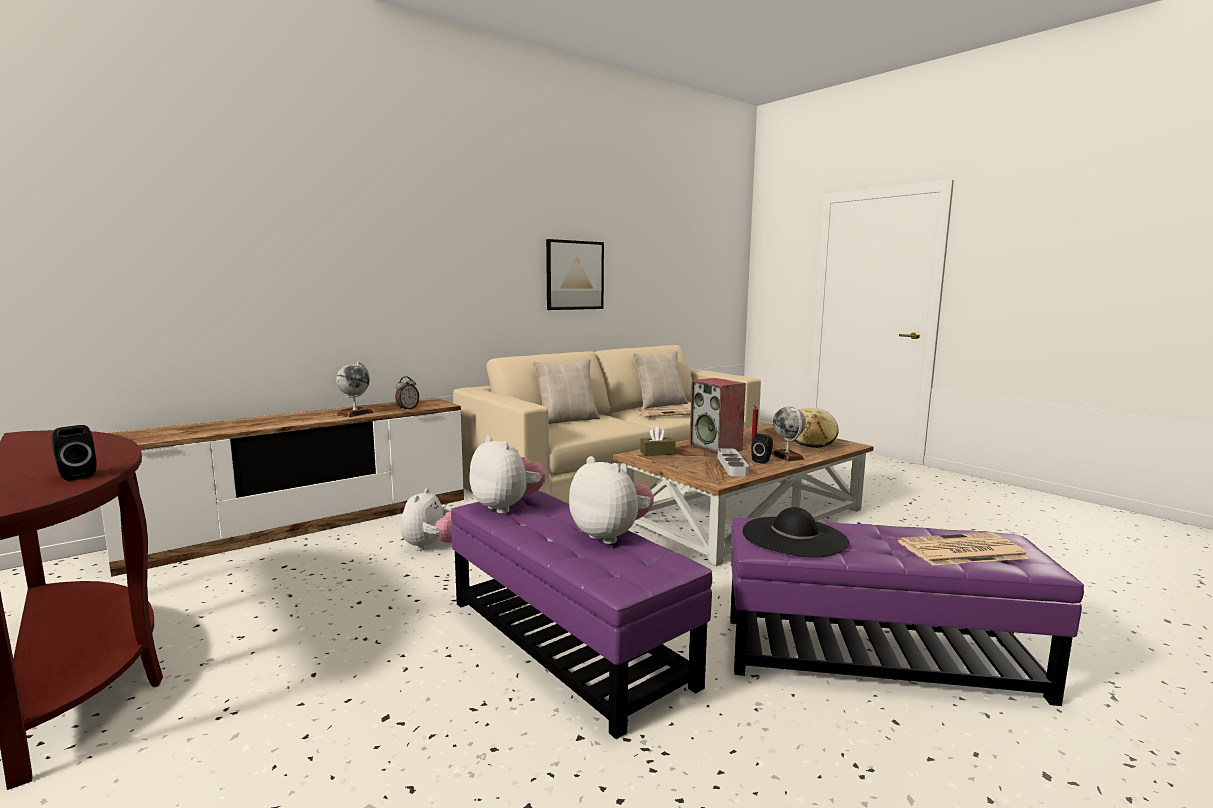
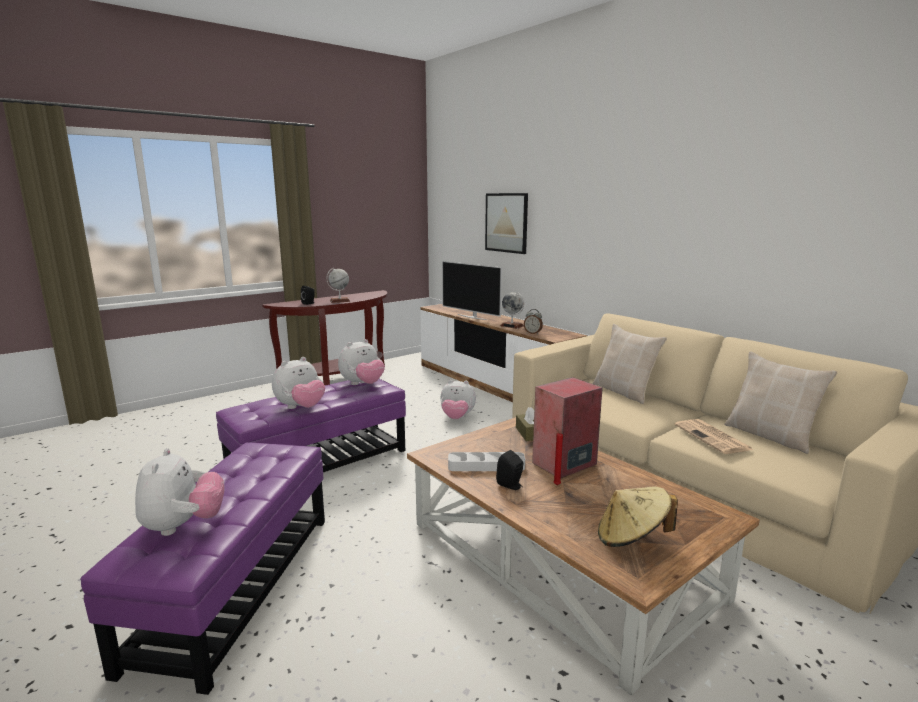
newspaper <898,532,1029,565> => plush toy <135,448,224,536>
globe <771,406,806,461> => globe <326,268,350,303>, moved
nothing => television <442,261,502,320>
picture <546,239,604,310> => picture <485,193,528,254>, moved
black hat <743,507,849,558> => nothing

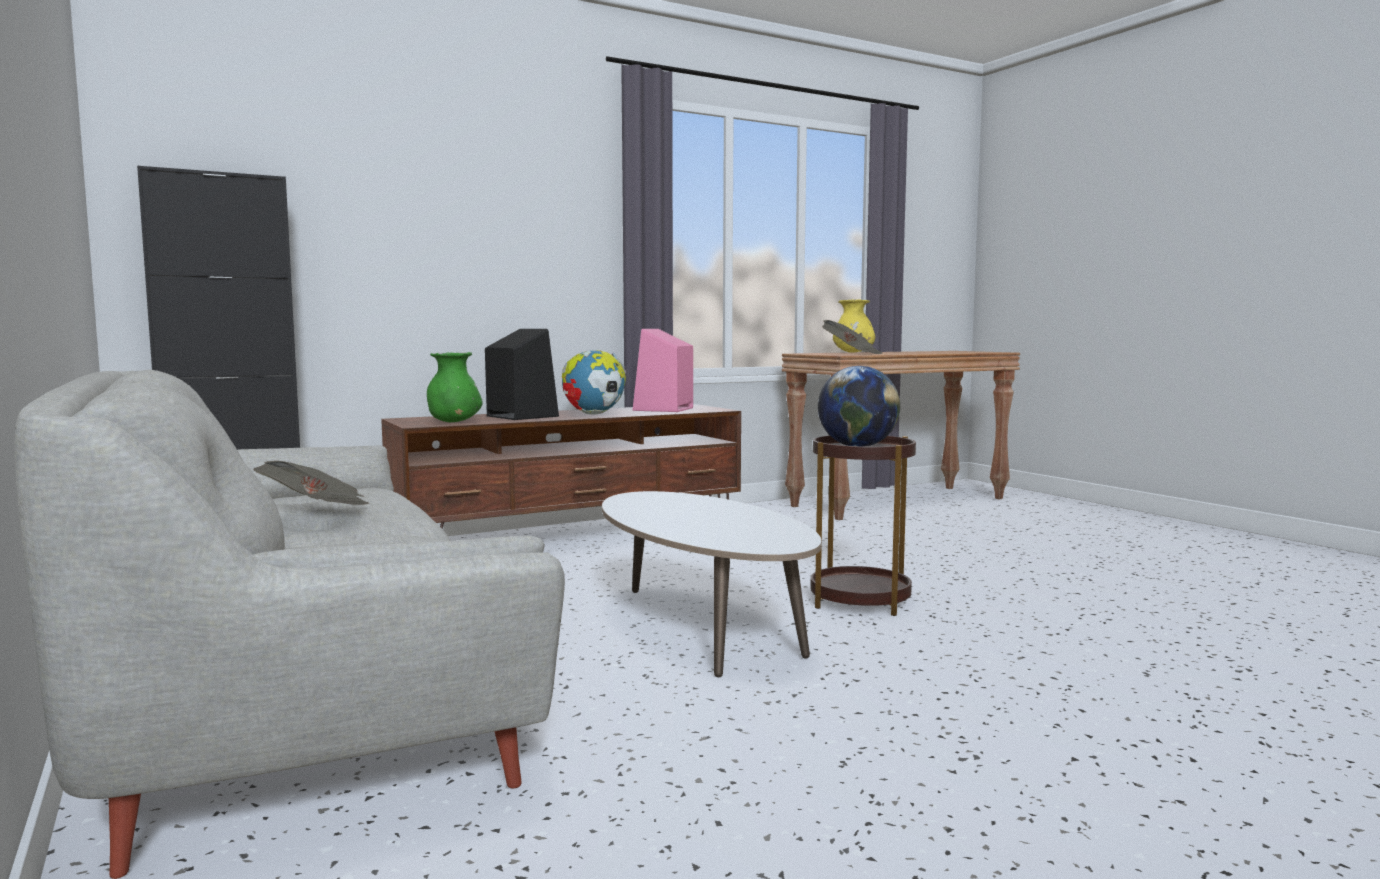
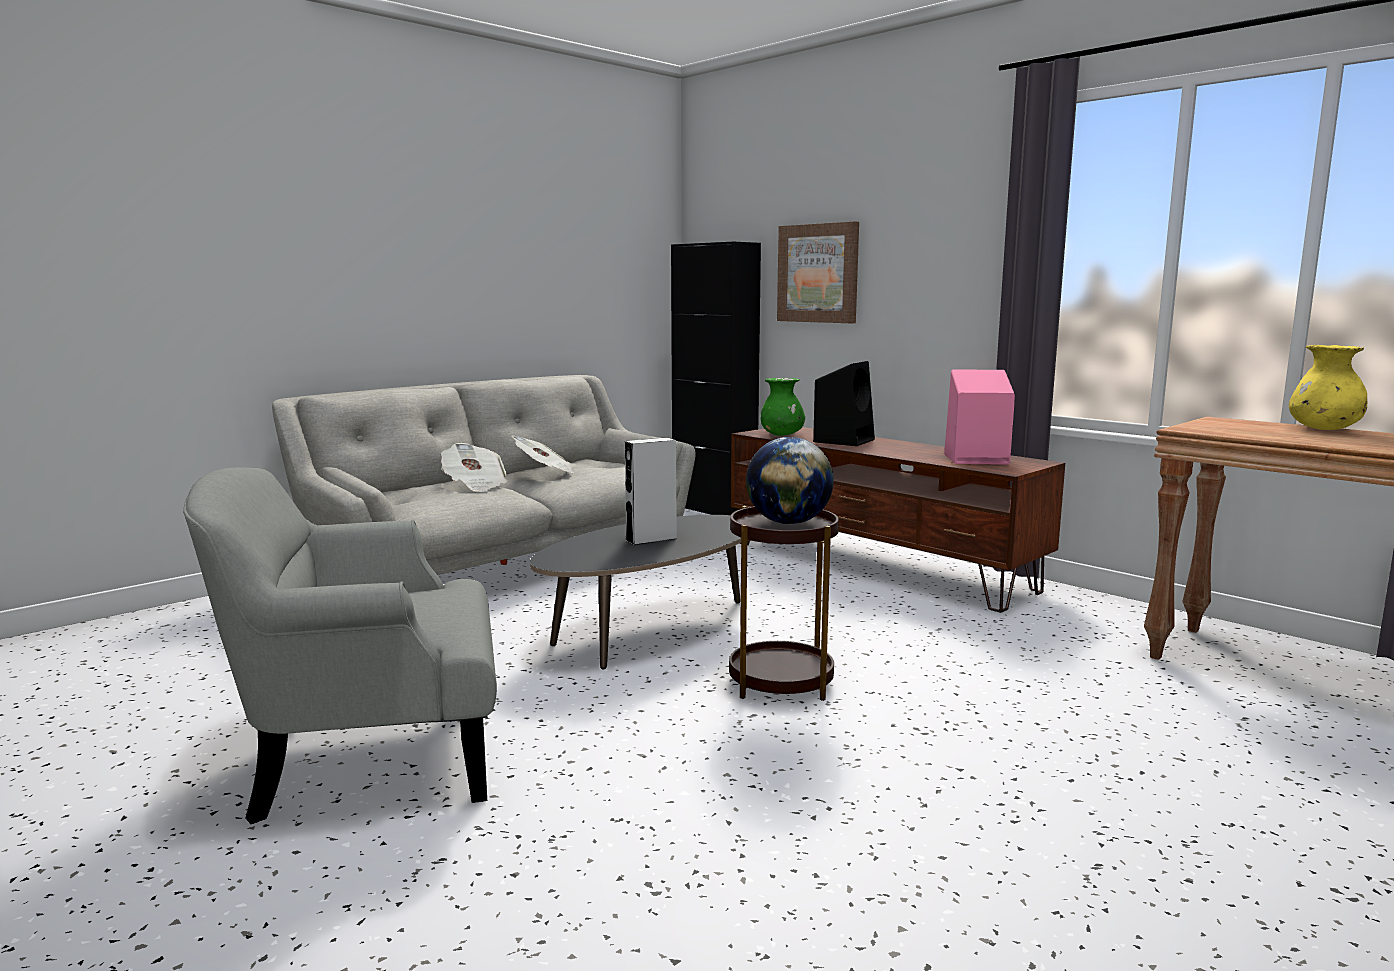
nothing => grey armchair <183,468,497,824>
newspaper <822,320,882,354> => newspaper <441,443,508,492>, moved
white coffee table <602,491,821,677> => black coffee table <530,515,741,669>
nothing => grey speaker <625,437,677,545>
nothing => picture <777,221,859,323>
globe <562,350,627,414> => nothing

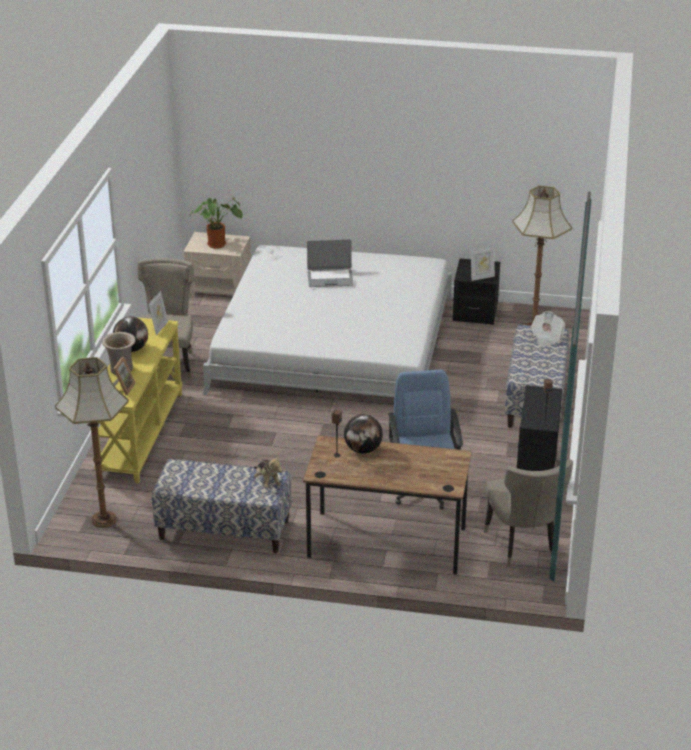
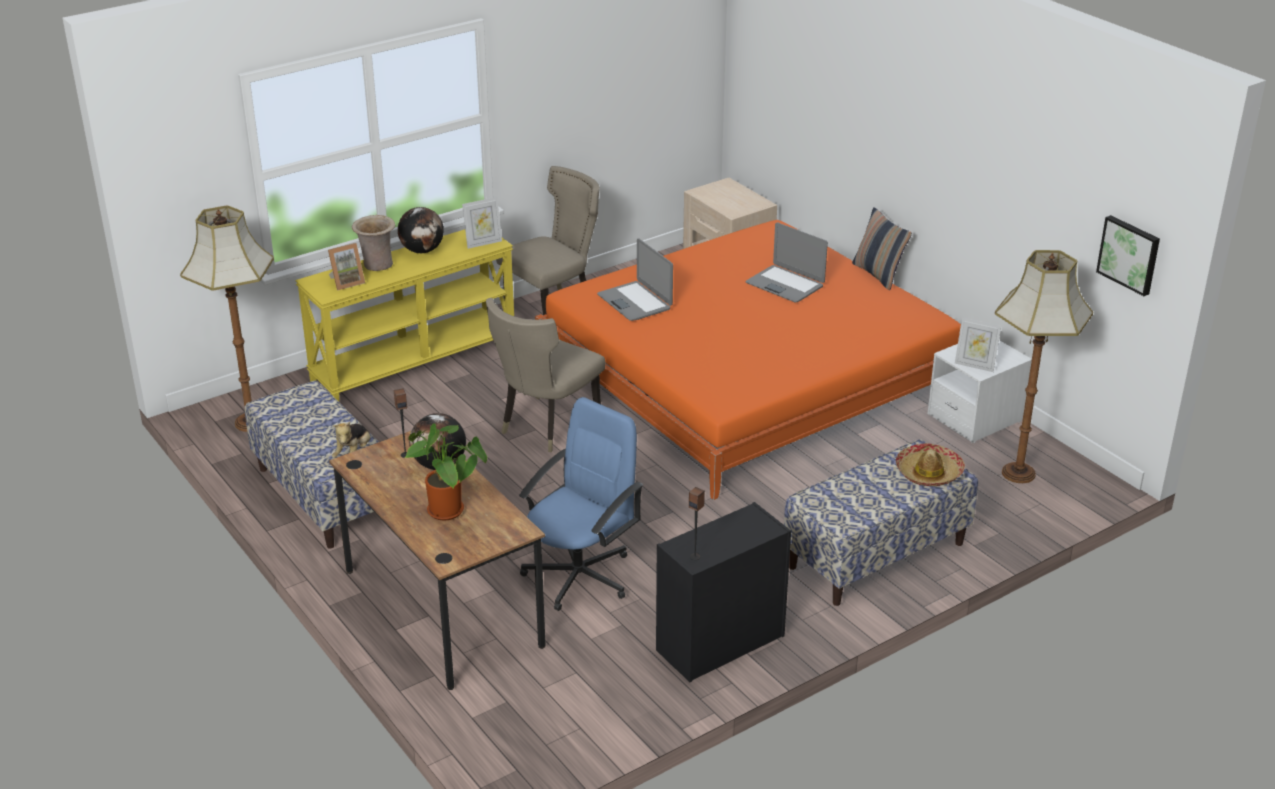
potted plant <190,198,243,249> => potted plant <404,423,487,520>, moved
beige chair <484,459,573,567> => beige chair <486,298,606,452>, moved
white bed <203,245,453,397> => orange bed <535,220,961,500>
nothing => laptop <597,238,673,321>
nothing => pillow <852,207,912,290>
newspaper <530,311,565,347> => hat <896,443,965,486>
black nightstand <453,259,501,325> => white nightstand <928,340,1032,443>
nothing => picture <1096,215,1160,296>

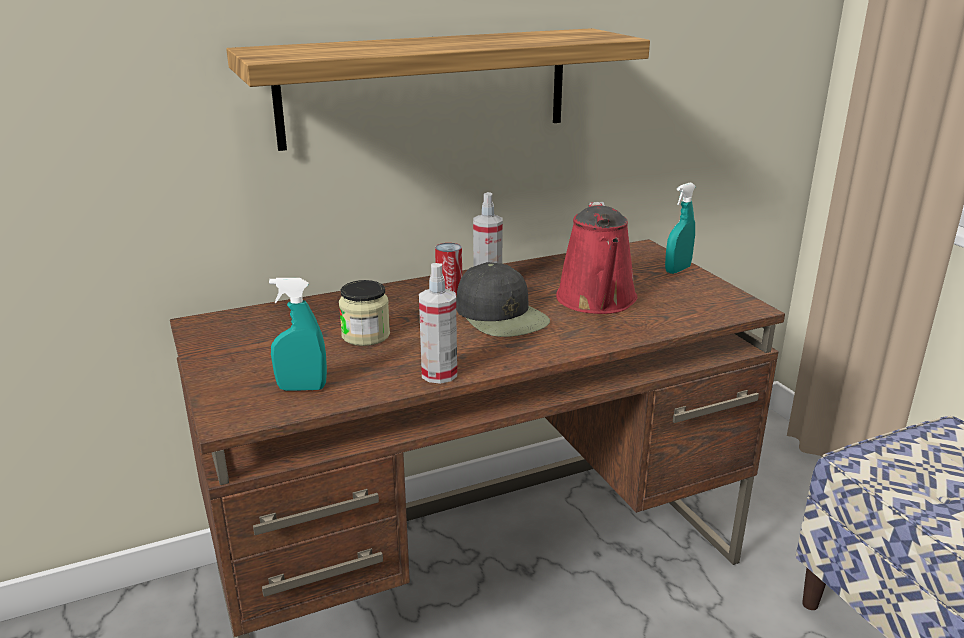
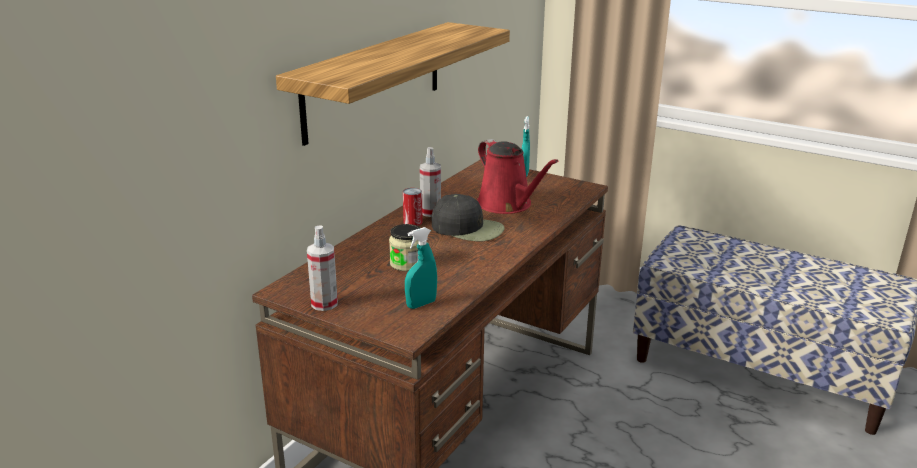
spray bottle <419,263,457,384> => spray bottle <307,225,338,311>, moved

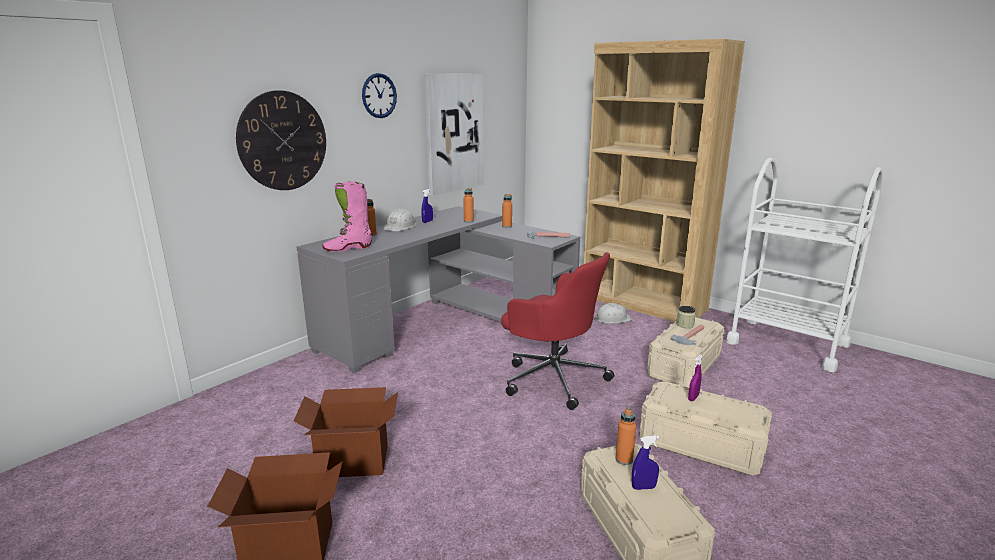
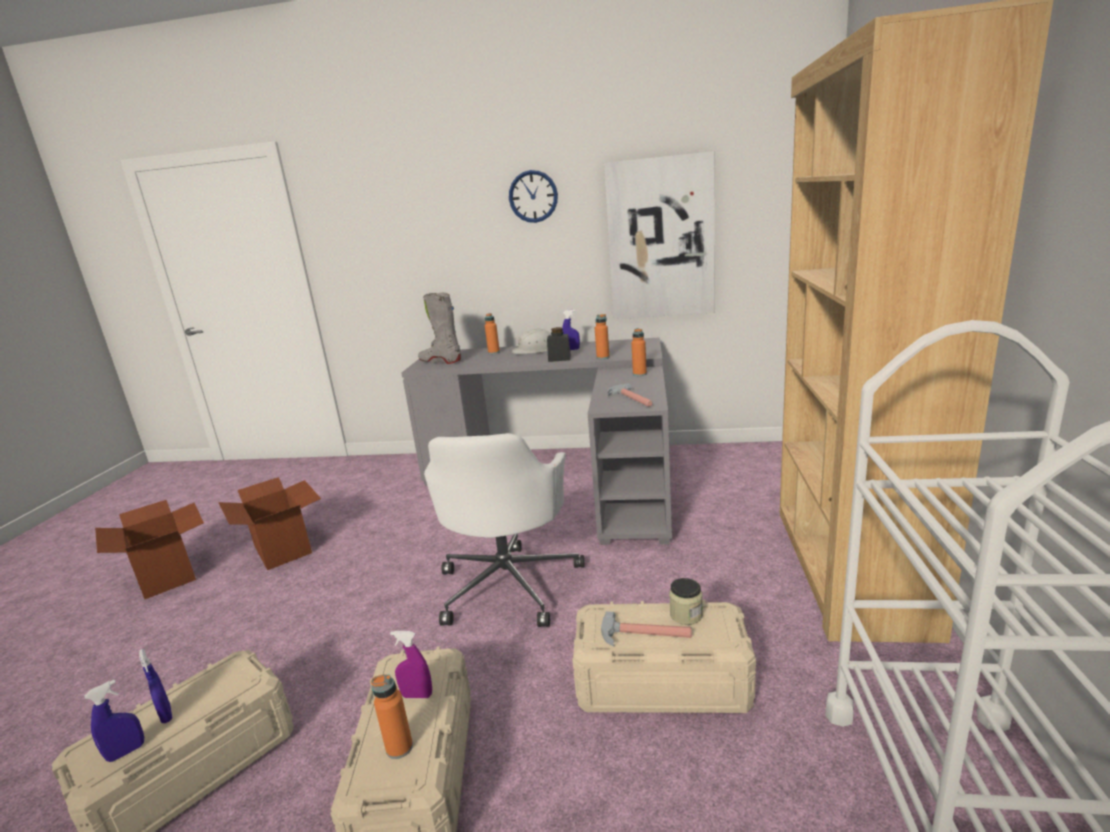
nothing => blue spray bottle <85,679,144,762>
orange bottle <615,408,636,465> => orange bottle <371,674,413,759>, moved
pink boot <322,181,372,252> => grey boot <418,292,461,364>
red office chair <501,253,614,410> => white office chair <424,433,585,627>
nothing => black jar <547,327,571,362>
wall clock <236,90,326,190> => nothing
white hard hat <594,303,633,324> => nothing

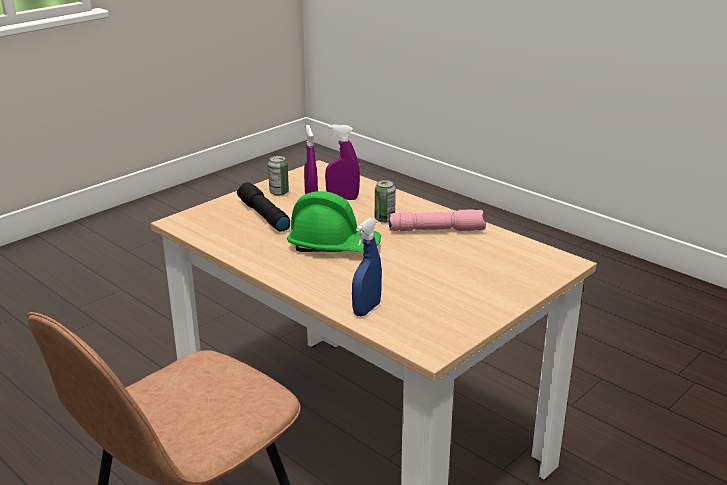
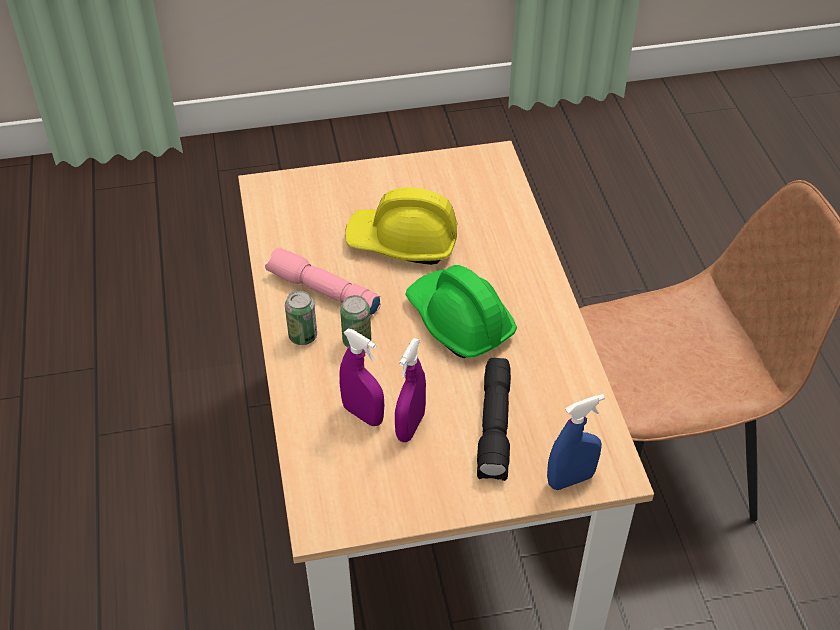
can <268,156,289,196> => can <285,290,317,345>, moved
nothing => yellow hard hat <345,187,457,265>
blue spray bottle <352,218,382,316> => blue spray bottle <547,394,605,490>, moved

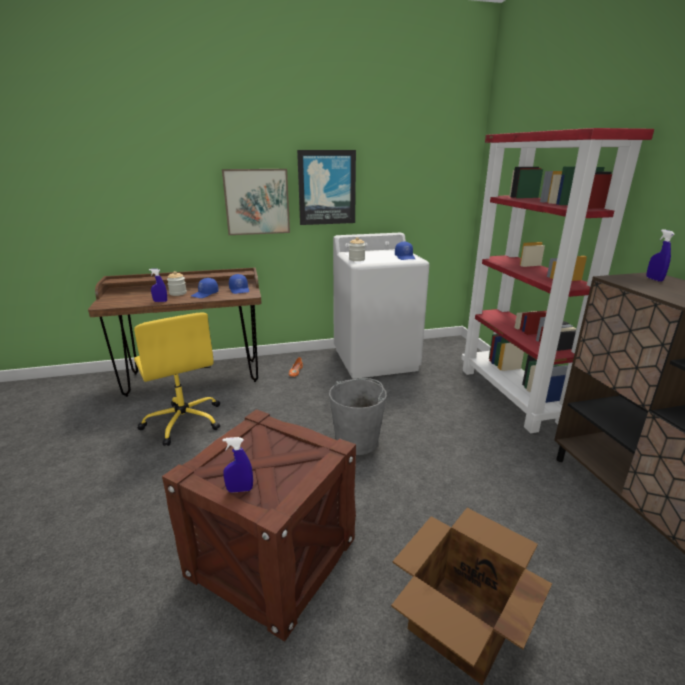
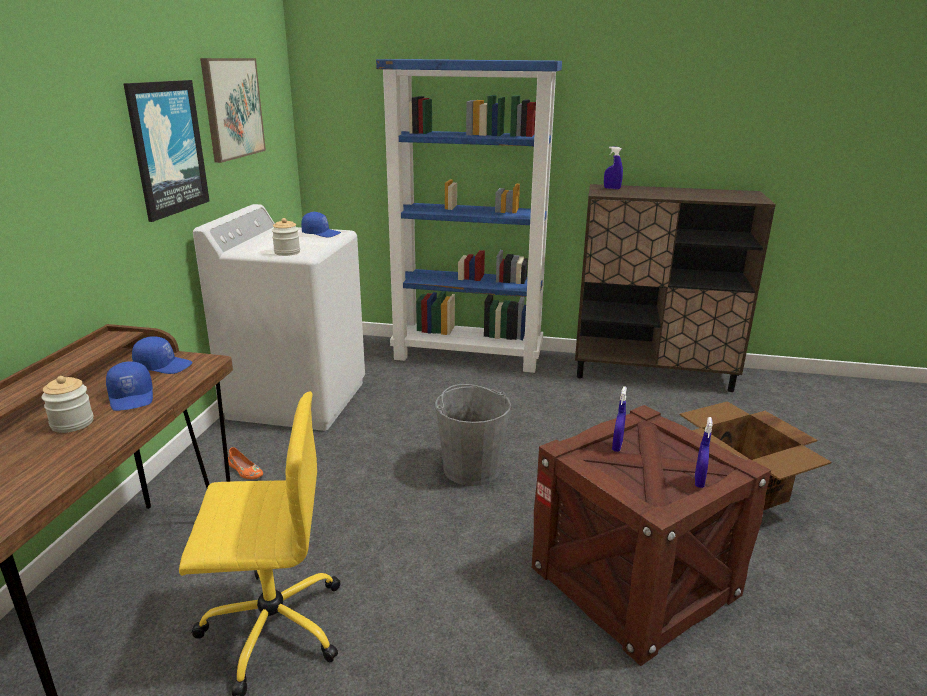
picture <222,169,290,235> => picture <200,58,266,163>, moved
red bookcase <461,128,654,433> => blue bookcase <376,59,562,373>
blue spray bottle <149,269,167,302> => blue spray bottle <612,386,627,452>, moved

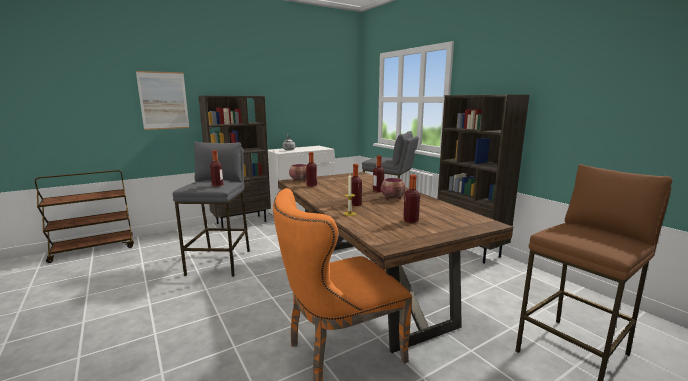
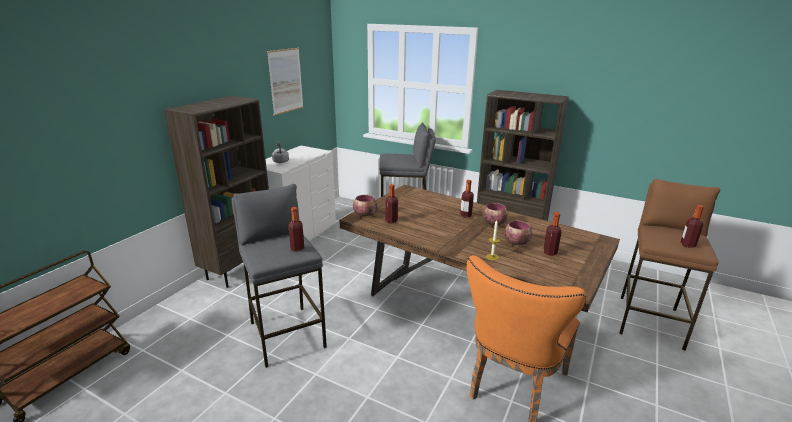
picture <136,71,190,130> => picture <267,48,303,116>, moved
nothing => bowl <504,221,533,246>
bottle <351,164,362,206> => bottle <680,205,704,248>, moved

